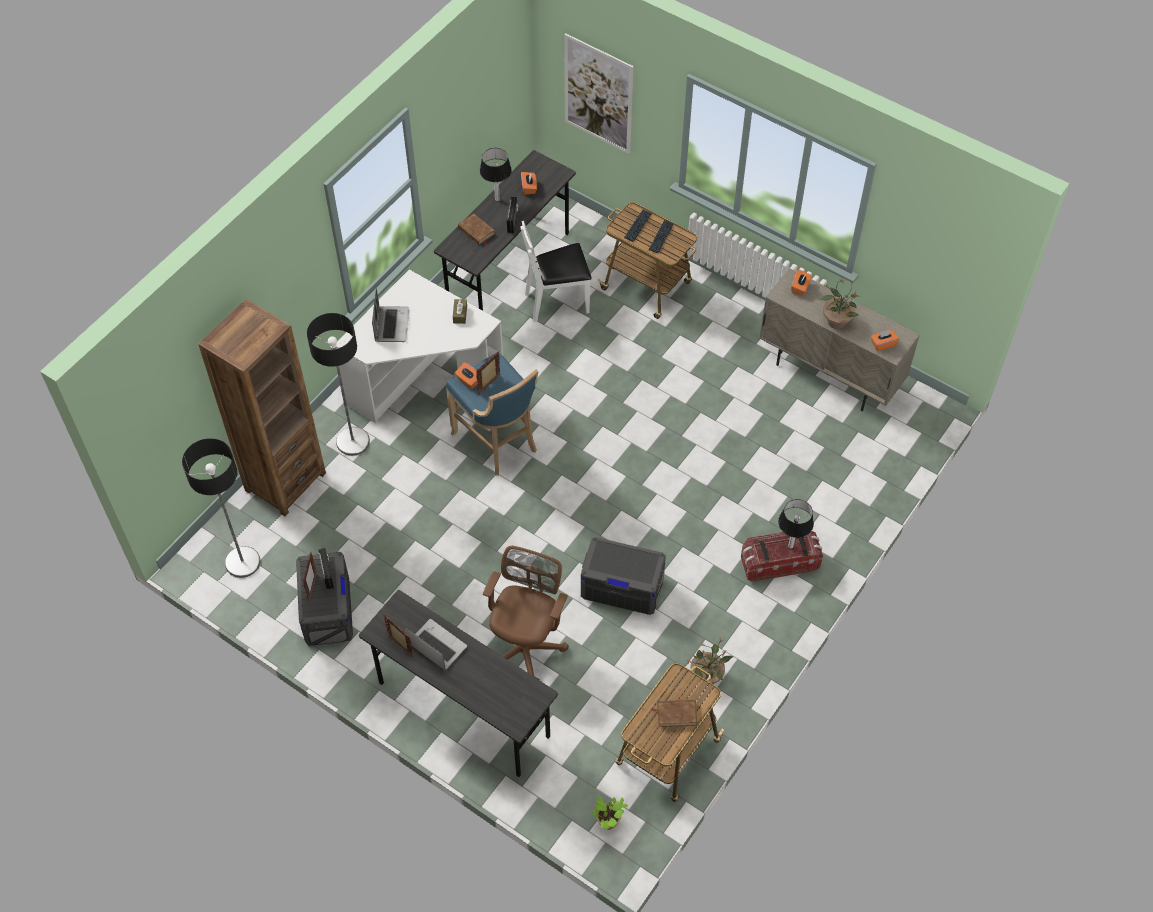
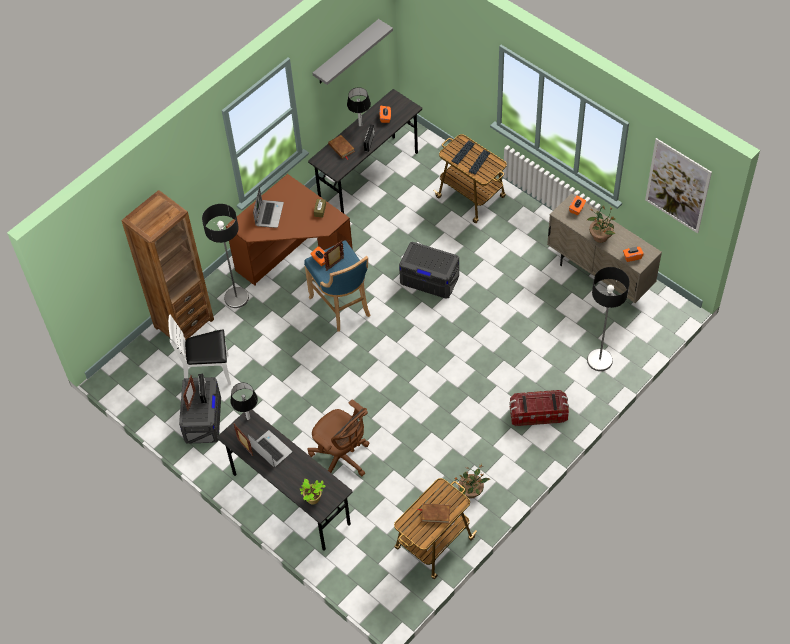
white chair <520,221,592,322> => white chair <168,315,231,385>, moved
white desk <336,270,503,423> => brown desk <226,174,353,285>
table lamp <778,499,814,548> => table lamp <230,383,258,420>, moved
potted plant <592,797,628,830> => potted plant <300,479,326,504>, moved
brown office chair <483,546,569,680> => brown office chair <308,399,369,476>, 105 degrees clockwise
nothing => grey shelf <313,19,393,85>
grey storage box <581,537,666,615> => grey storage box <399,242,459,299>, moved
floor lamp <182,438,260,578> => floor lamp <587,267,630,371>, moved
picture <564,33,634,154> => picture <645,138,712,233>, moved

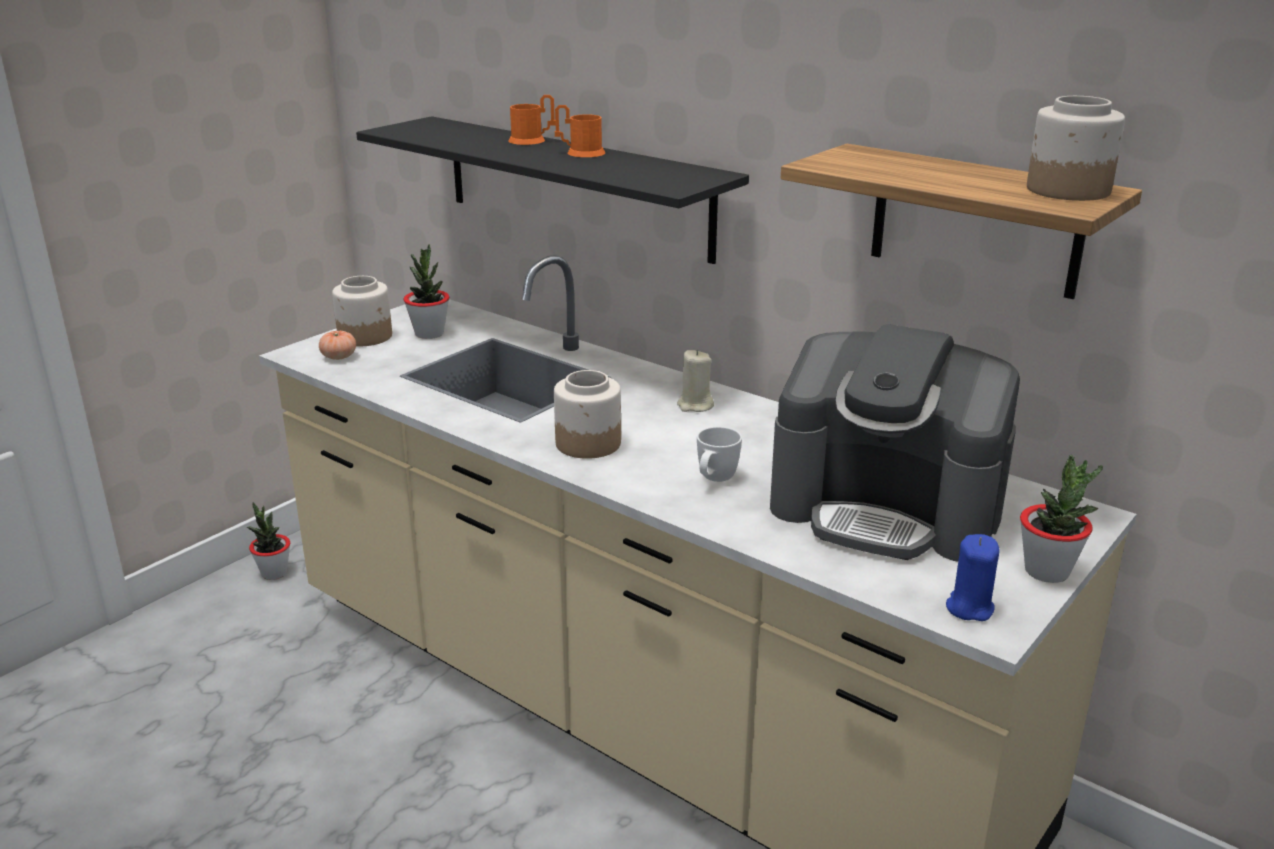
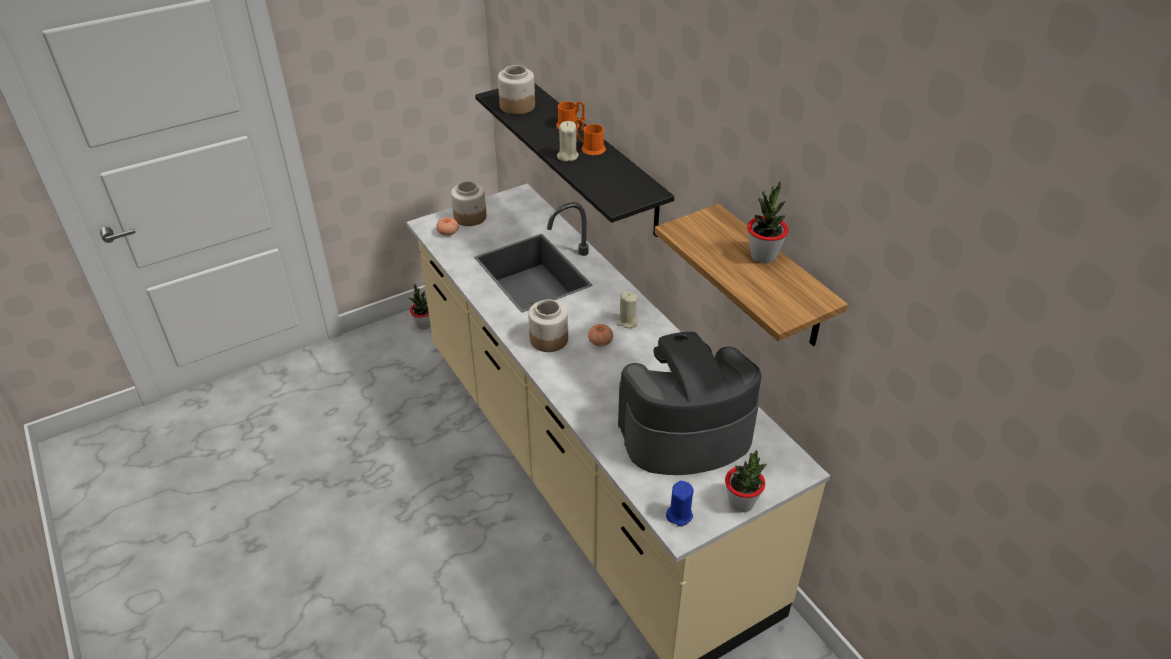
jar <1027,96,1125,201> => jar <498,65,535,115>, moved
nothing => beige candle <557,121,579,161>
nothing => tomato <588,324,613,346>
coffee machine <770,324,1020,562> => coffee machine <618,332,762,475>, 120 degrees clockwise
potted plant <403,244,449,339> => potted plant <747,181,789,263>, moved
white mug <697,427,742,482> => nothing

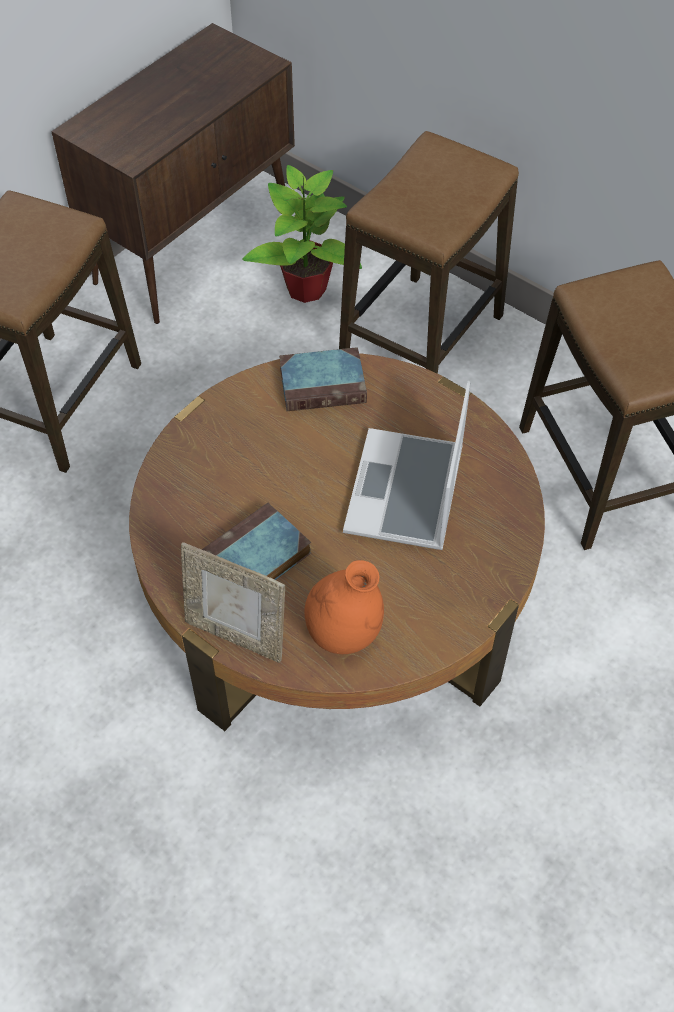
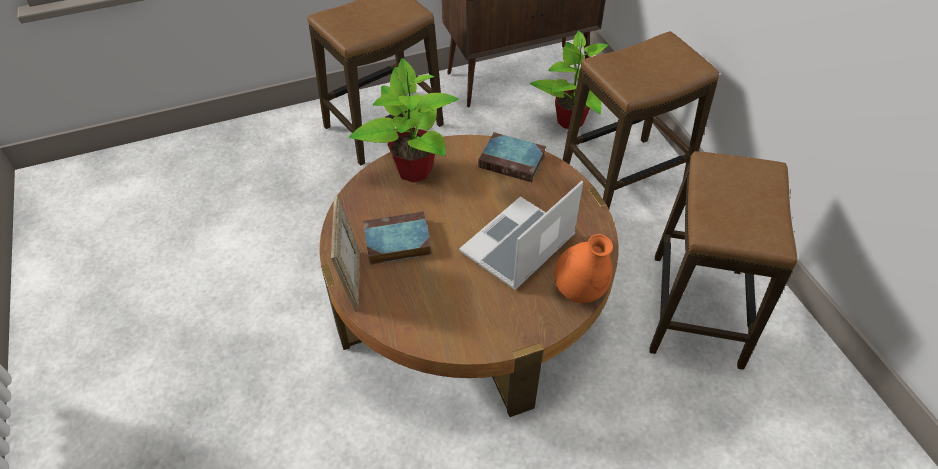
picture frame <181,542,285,663> => picture frame <331,196,360,312>, 150 degrees counterclockwise
nothing => potted plant <349,58,458,182>
orange vase <304,560,384,654> => orange vase <555,234,613,303>, moved

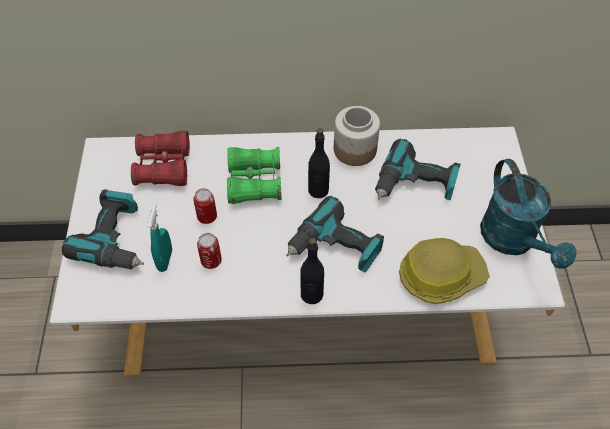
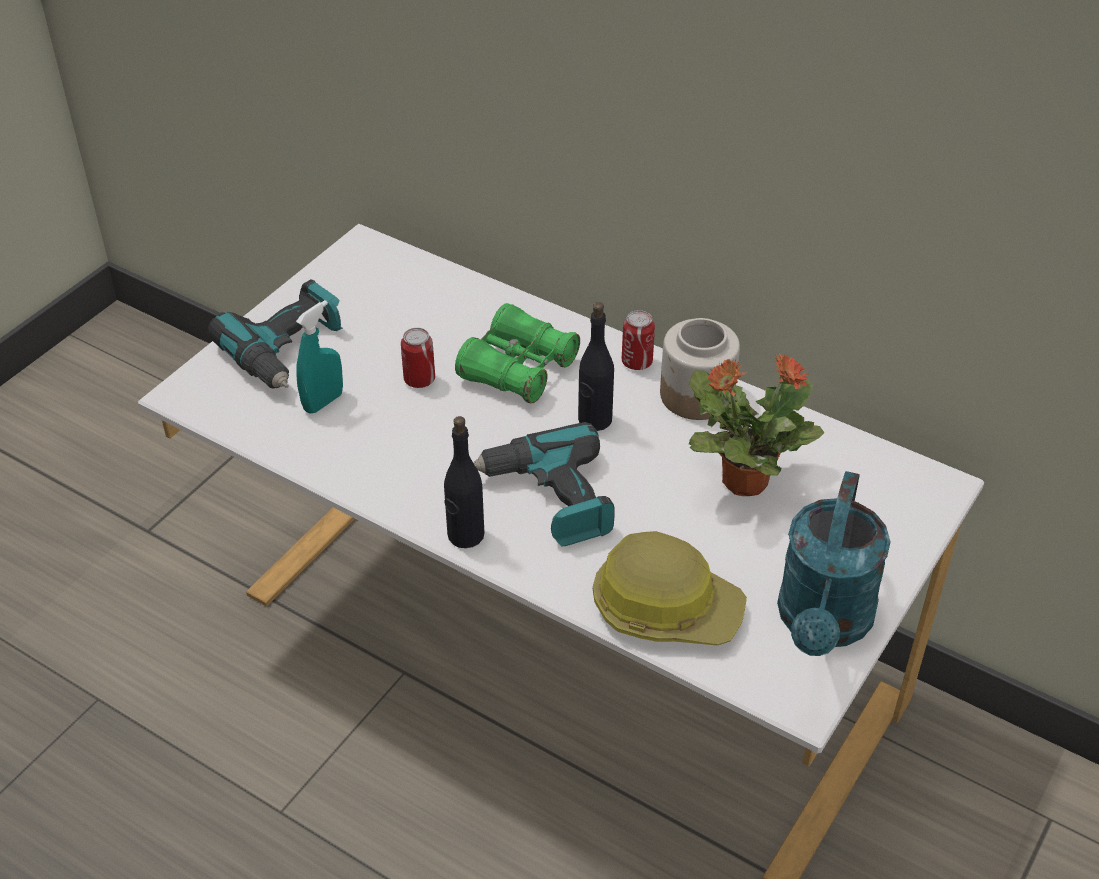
can <197,233,222,269> => can <622,310,655,370>, moved
power drill <375,139,461,201> => potted plant <689,353,824,496>
red binoculars <131,131,190,186> => nothing

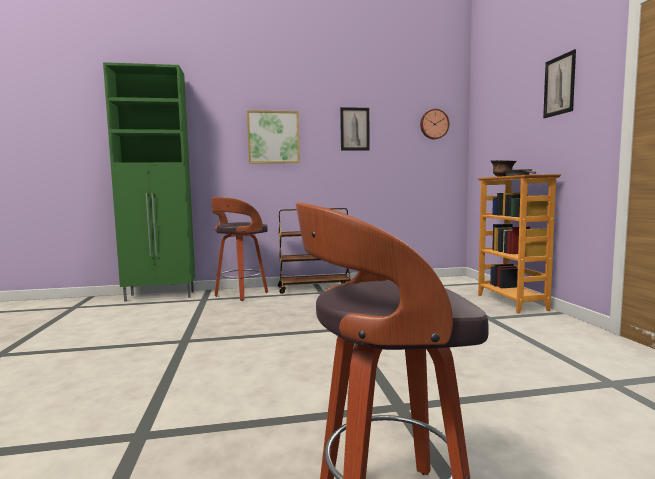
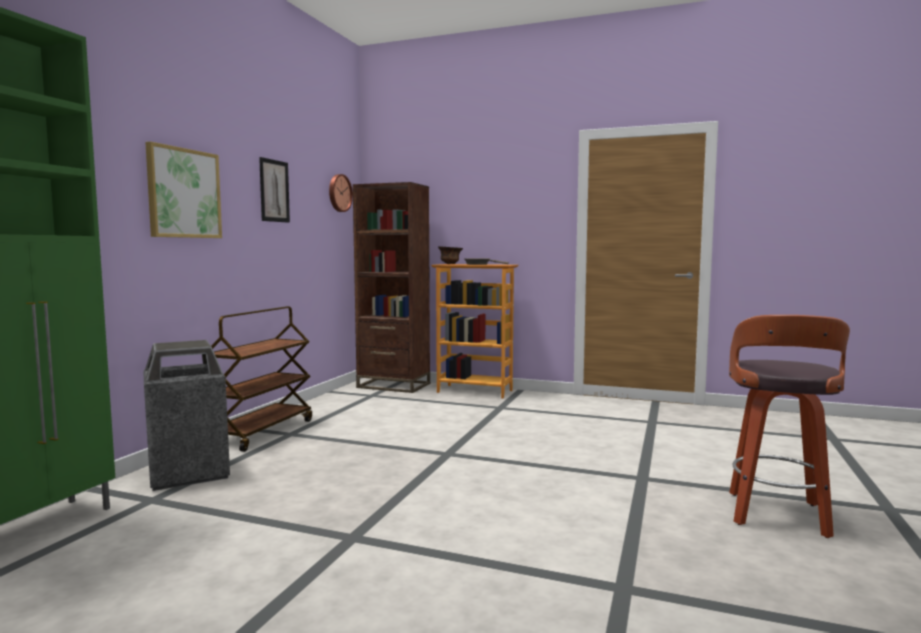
stool <211,197,268,301> => trash can <144,340,230,491>
nothing => brown bookcase <353,182,430,393>
picture <543,49,576,118> => nothing

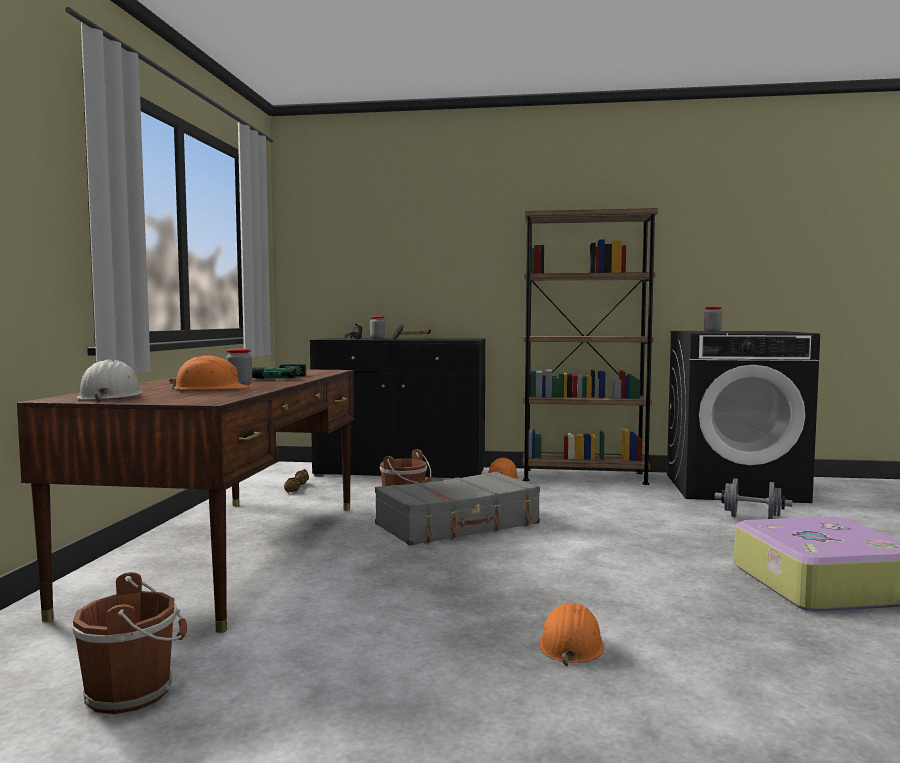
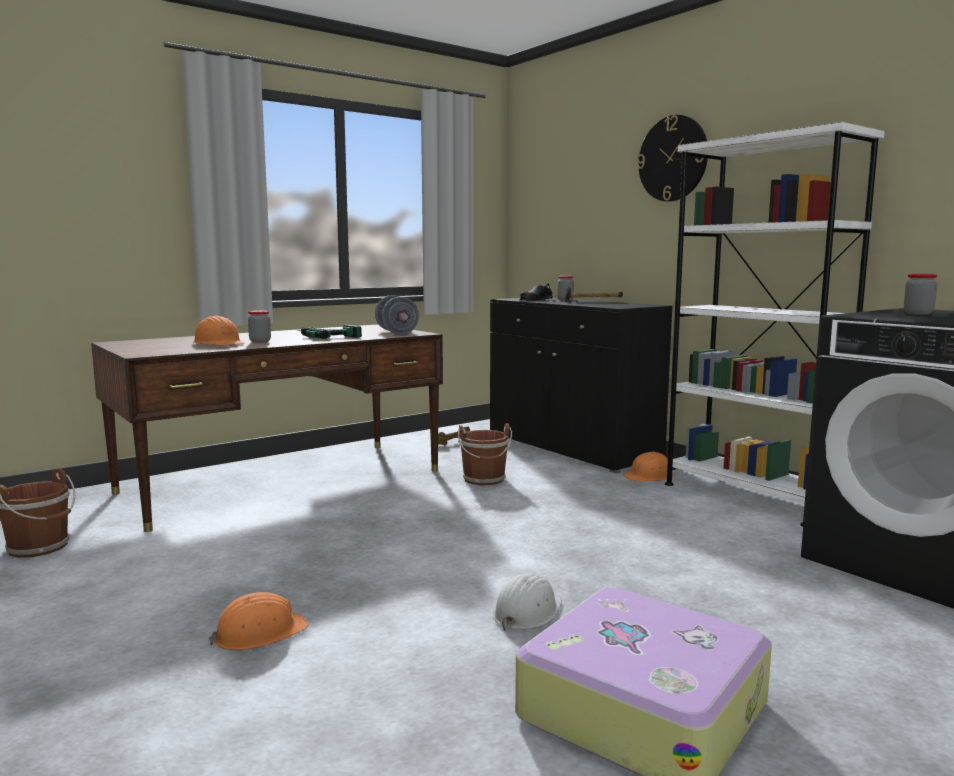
grey dumbbell <715,478,792,519> => grey dumbbell <375,295,419,335>, moved
white hard hat <77,360,142,402> => white hard hat <493,573,562,631>, moved
nothing => wall clock <637,115,708,202>
brown bookcase <522,208,658,485> => white bookcase <665,122,885,527>
grey suitcase <375,472,540,546> => nothing

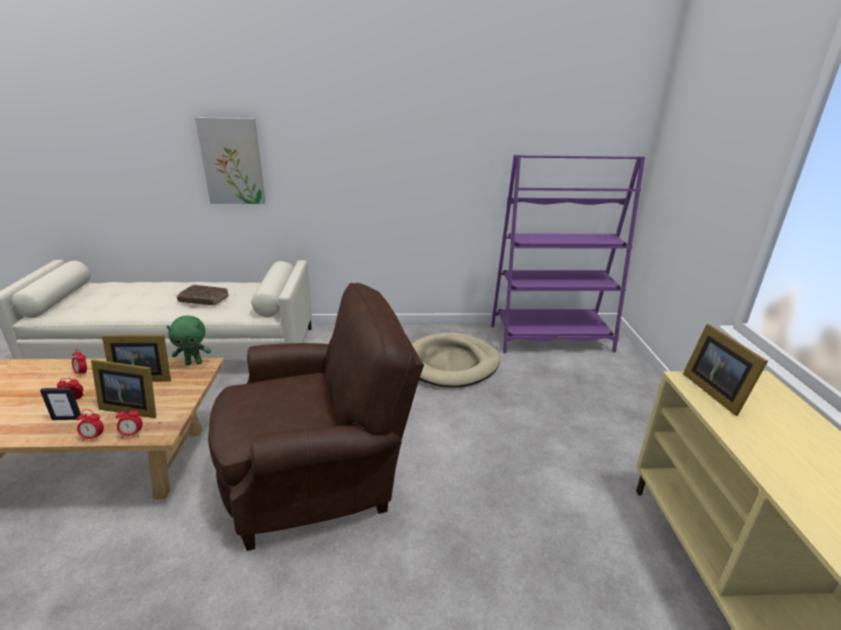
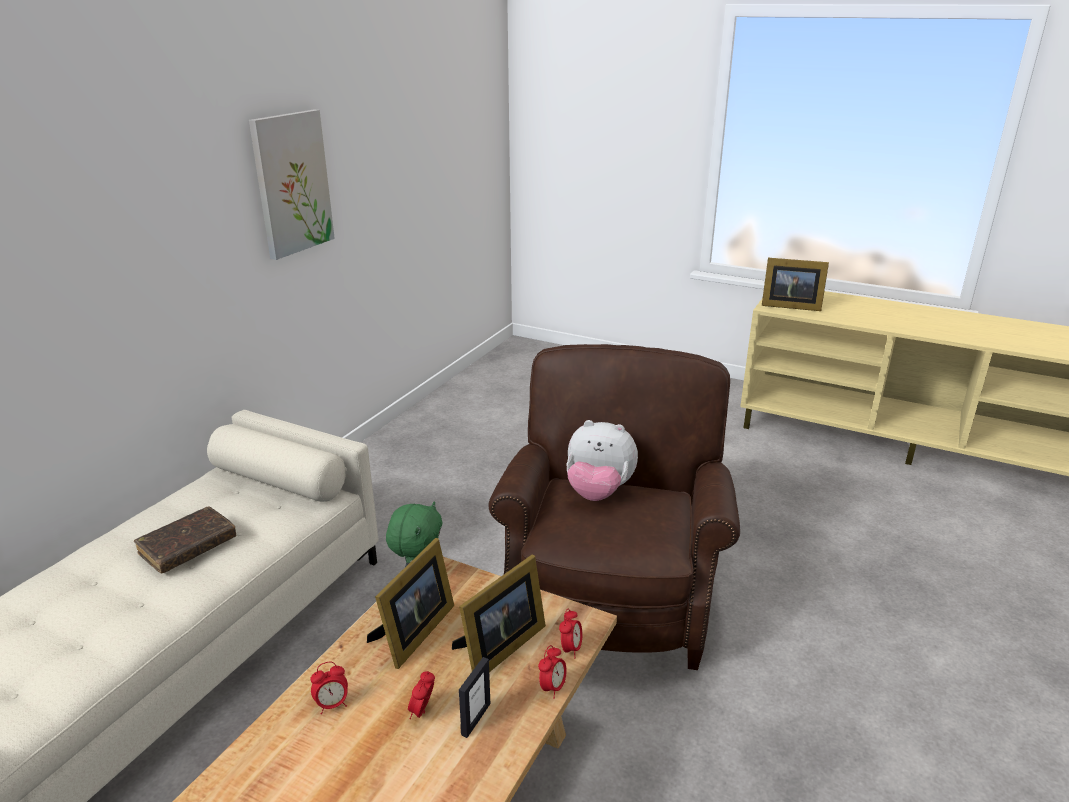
picture <195,117,266,204> => picture <249,110,335,260>, moved
nothing => plush toy <567,420,638,501>
beige dog bed <412,332,500,388> => nothing
purple bookcase <491,154,645,353> => nothing

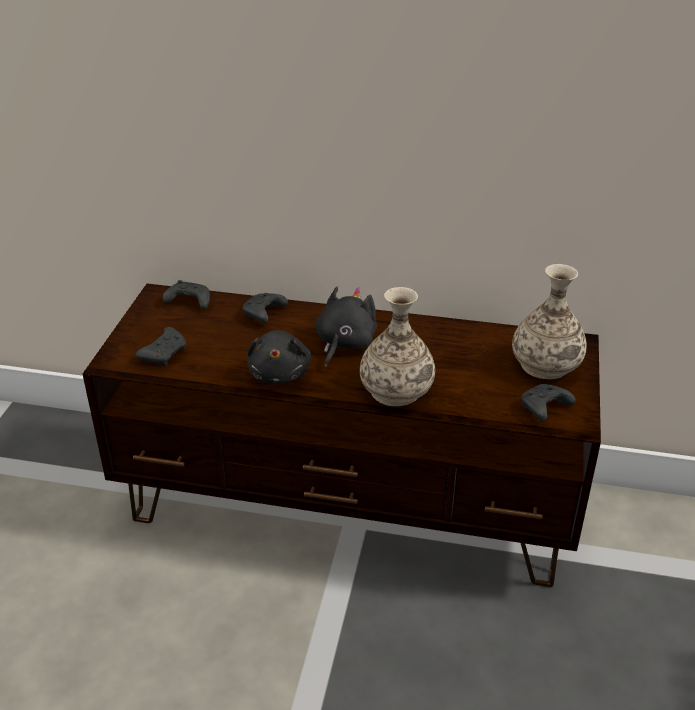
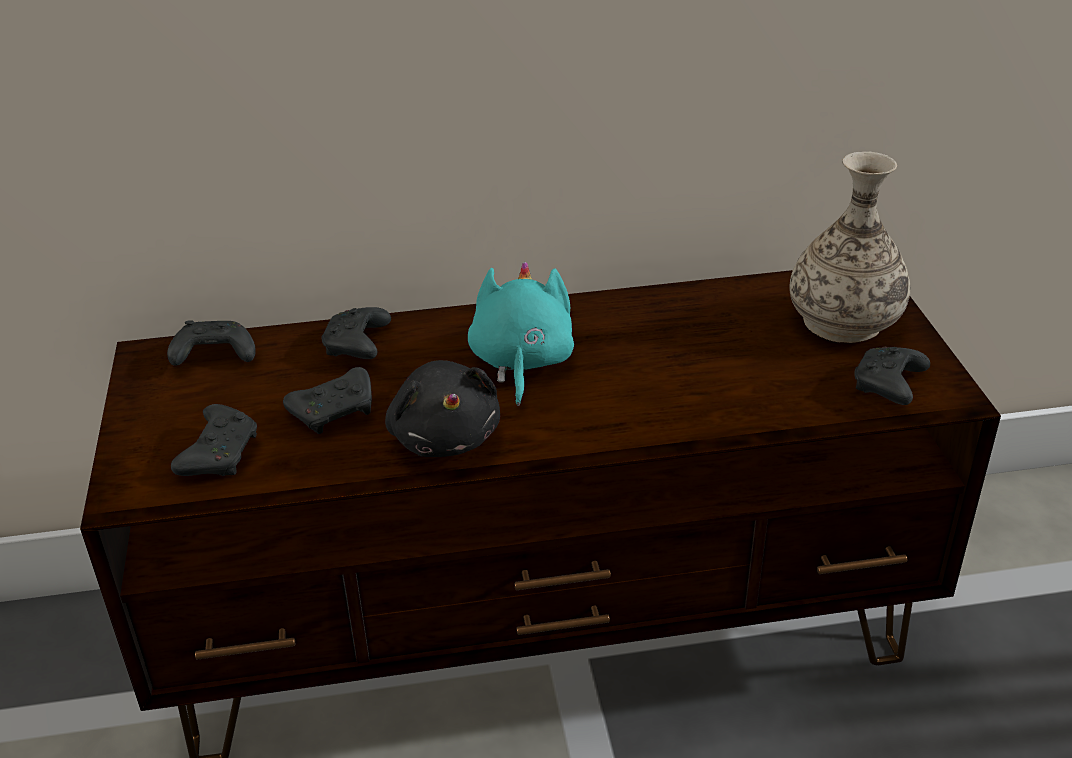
nothing => black game controller <283,367,372,434>
black plush toy <315,287,377,367> => turquoise plush toy <468,261,574,406>
vase <360,287,435,406> => nothing

